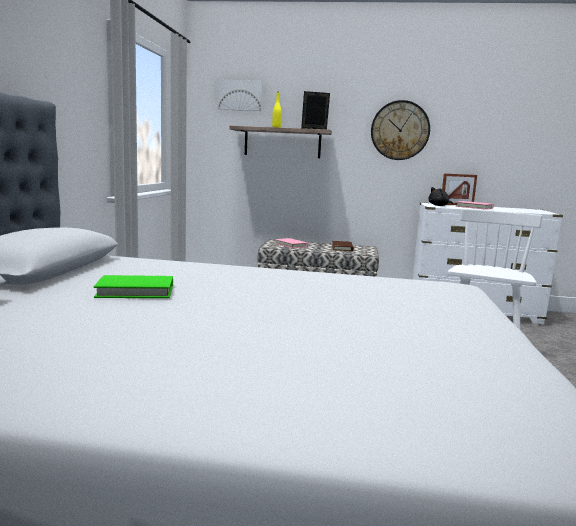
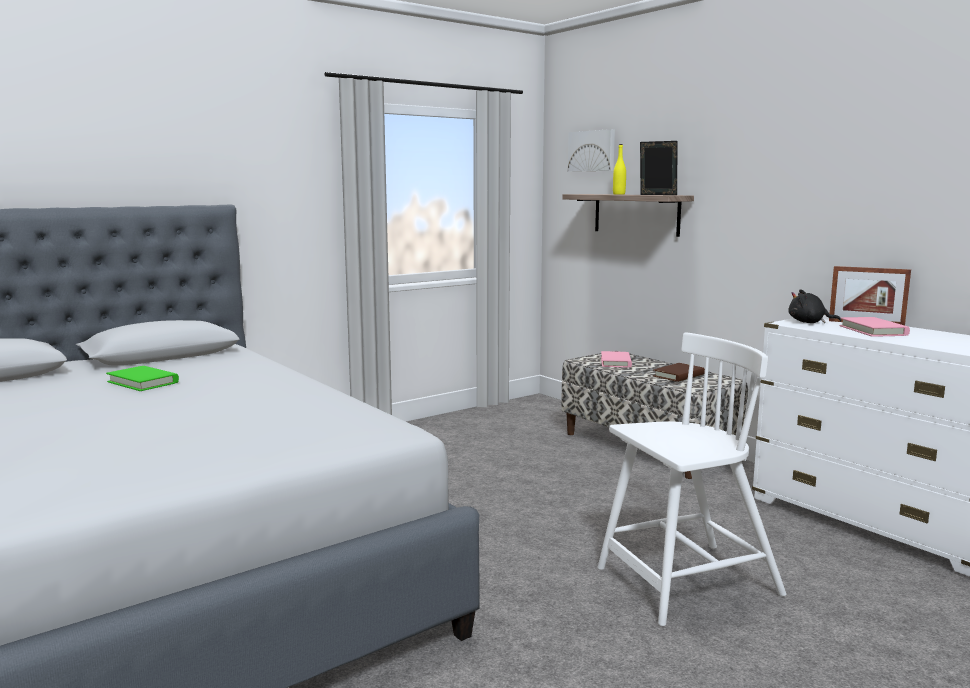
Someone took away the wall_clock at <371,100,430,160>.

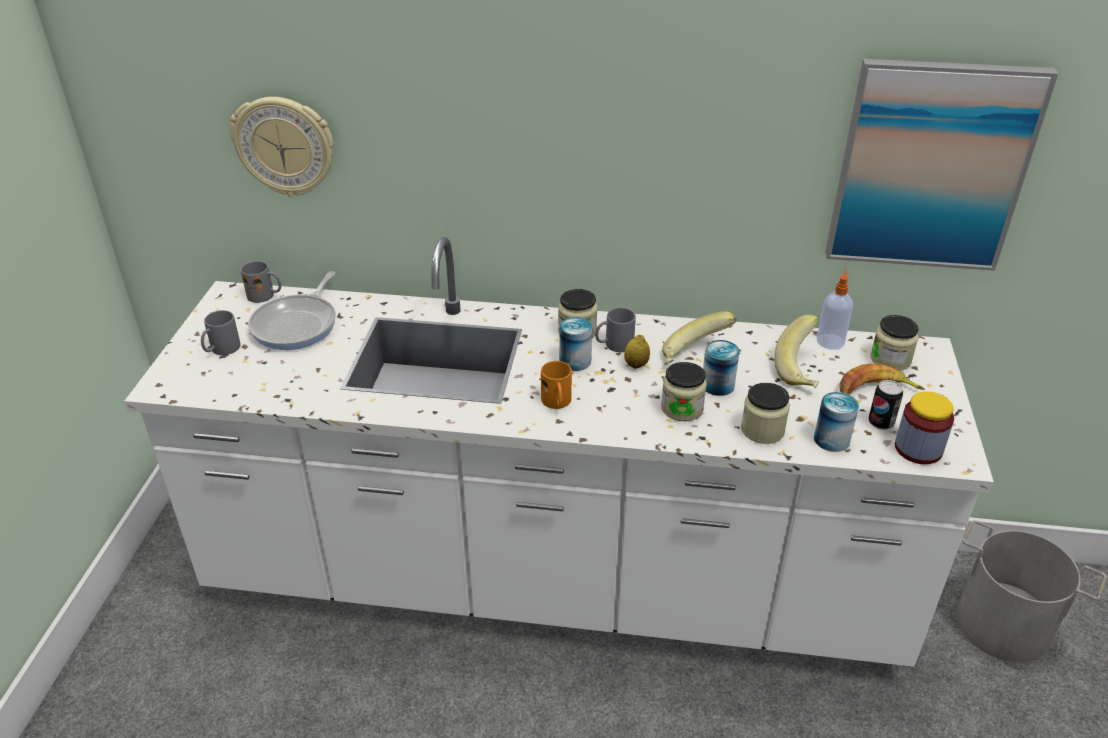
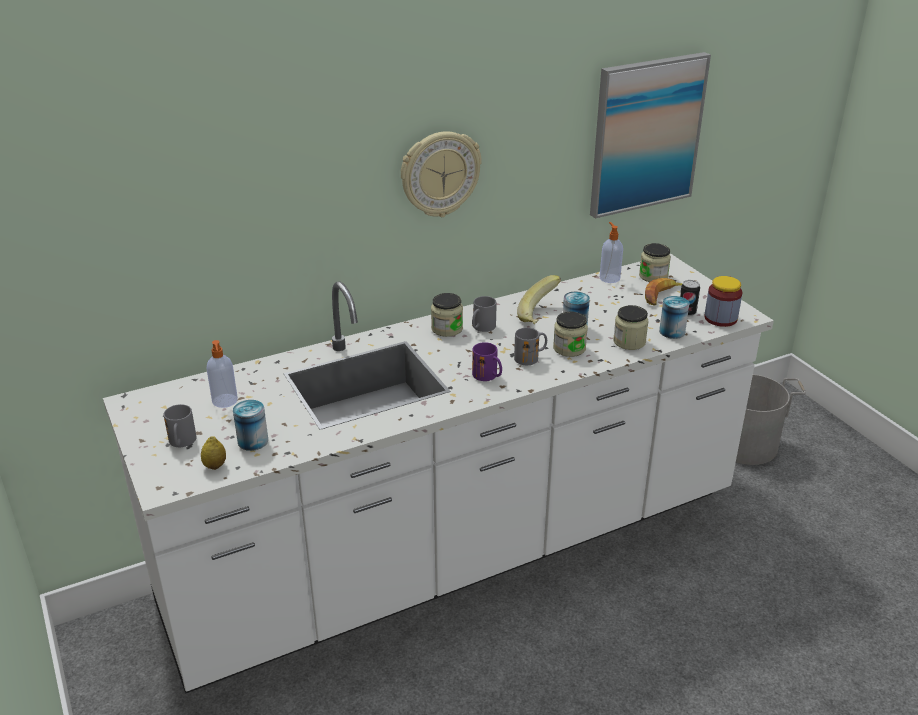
Someone carried the wall_clock from <230,97,334,197> to <401,131,482,217>.
Someone carried the grey_mug from <241,261,281,303> to <514,328,547,365>.
Someone swapped the frying_pan at <248,271,336,350> for the soap_dispenser at <207,340,238,408>.
Someone took away the banana at <775,315,819,388>.
Someone carried the can from <559,317,592,371> to <233,400,268,451>.
Someone carried the lemon from <624,335,650,369> to <201,436,226,470>.
Someone repainted the orange_mug at <541,361,572,409>, which became the purple_mug at <472,342,502,381>.

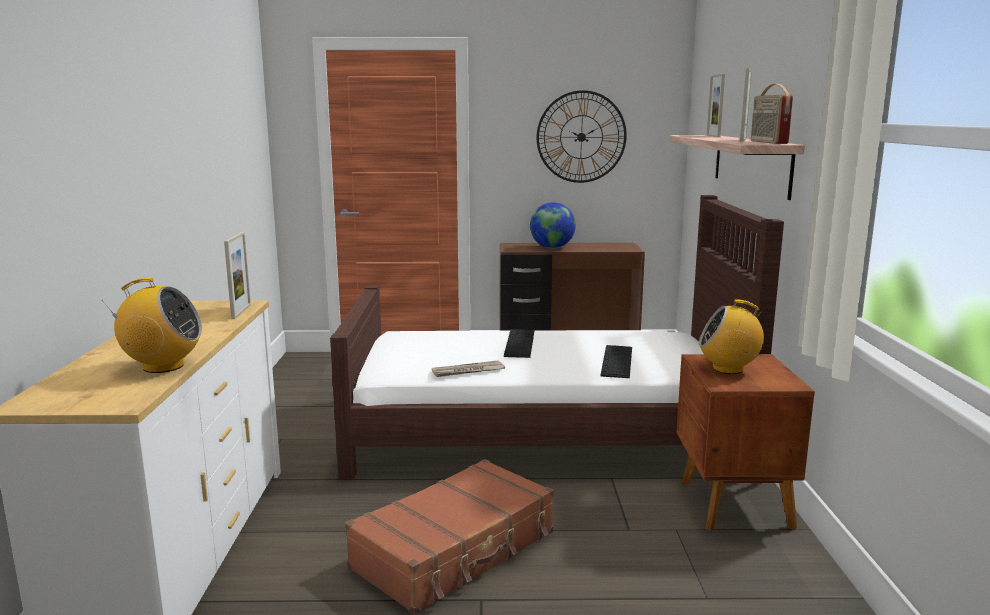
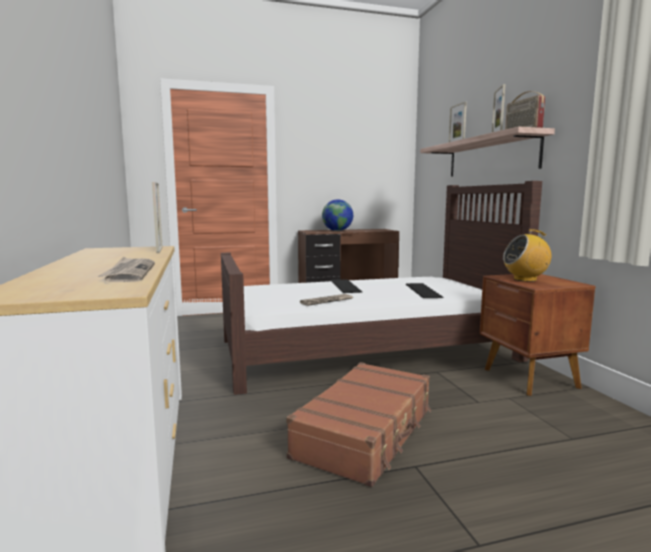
Someone took away the wall_clock at <536,90,627,183>.
Someone swapped the radio at <101,278,202,373> for the newspaper at <97,257,155,282>.

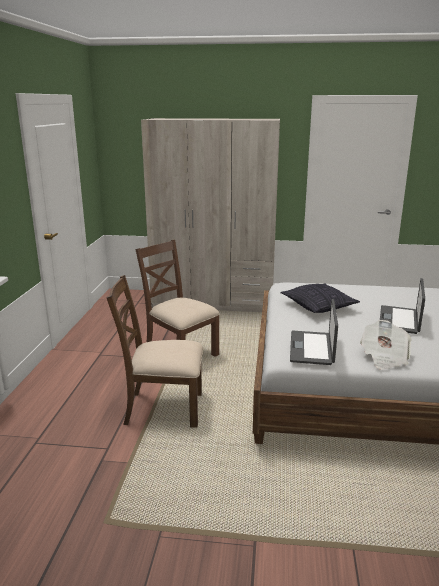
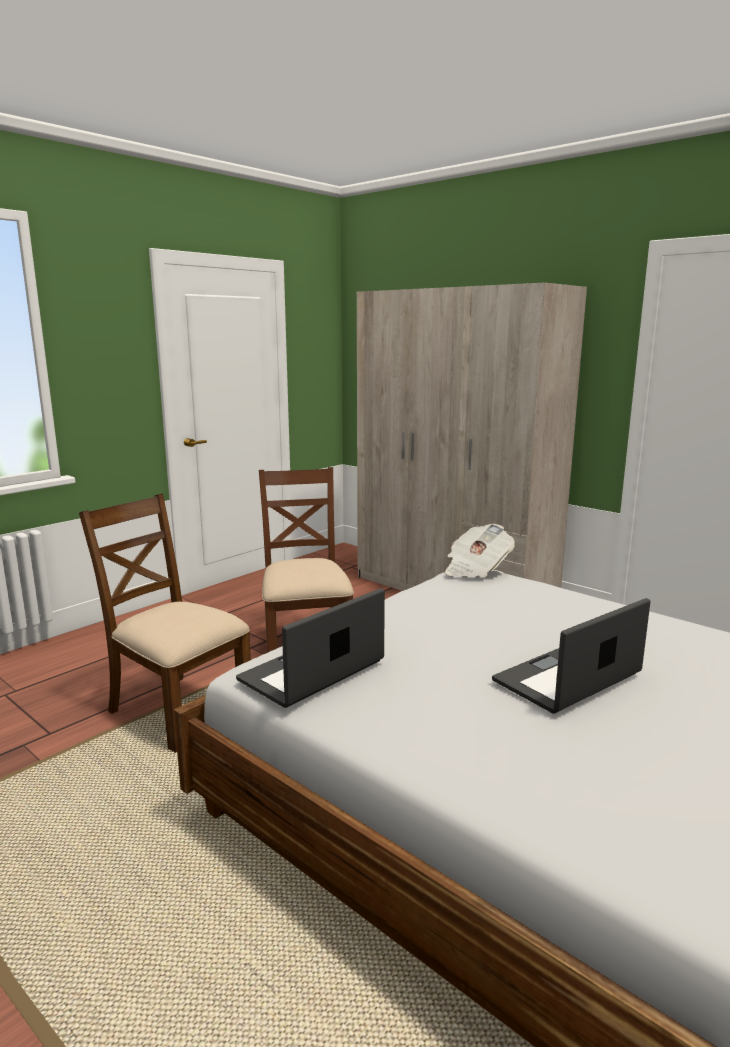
Someone took away the pillow at <281,284,360,313>.
Someone carried the newspaper from <360,320,411,370> to <445,524,515,577>.

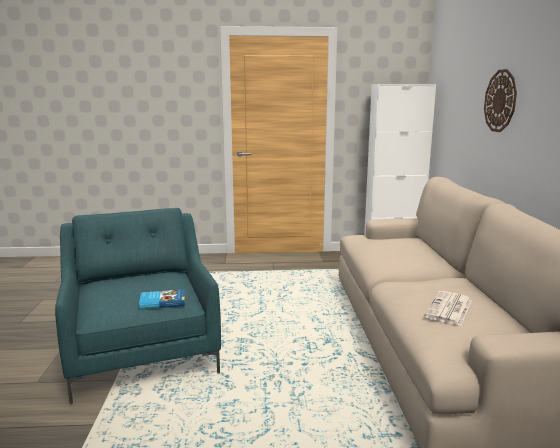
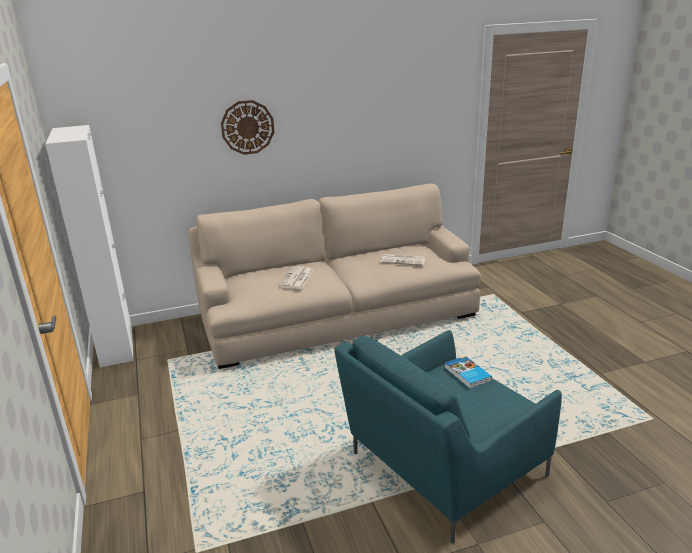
Someone put down the newspaper at <278,266,314,289>.

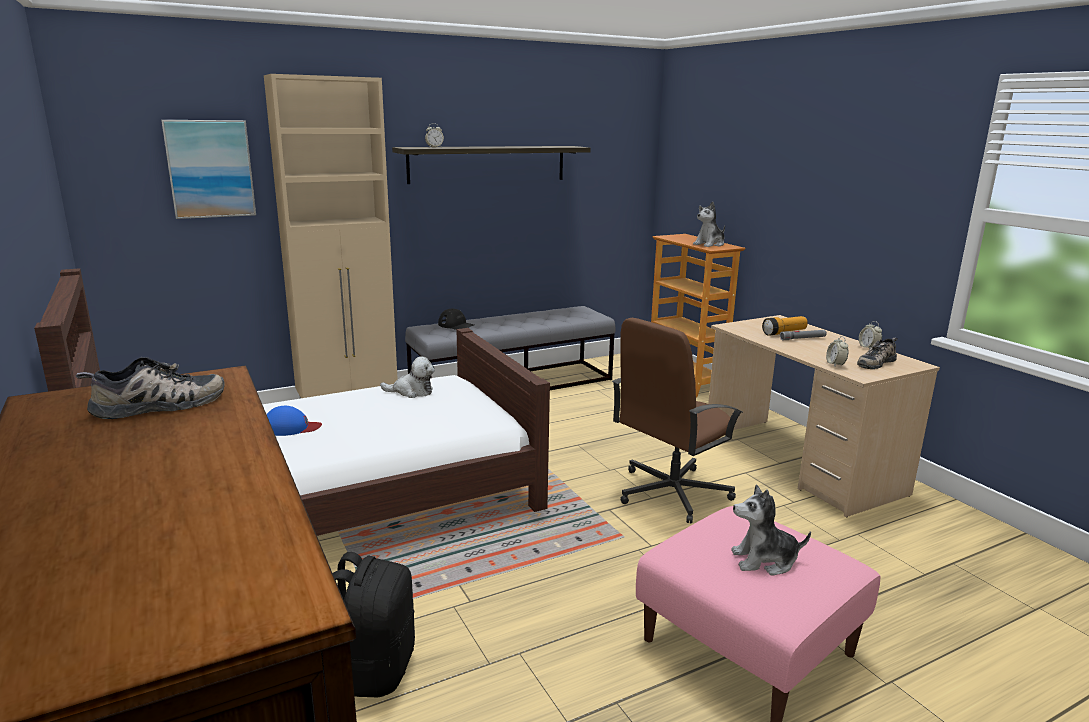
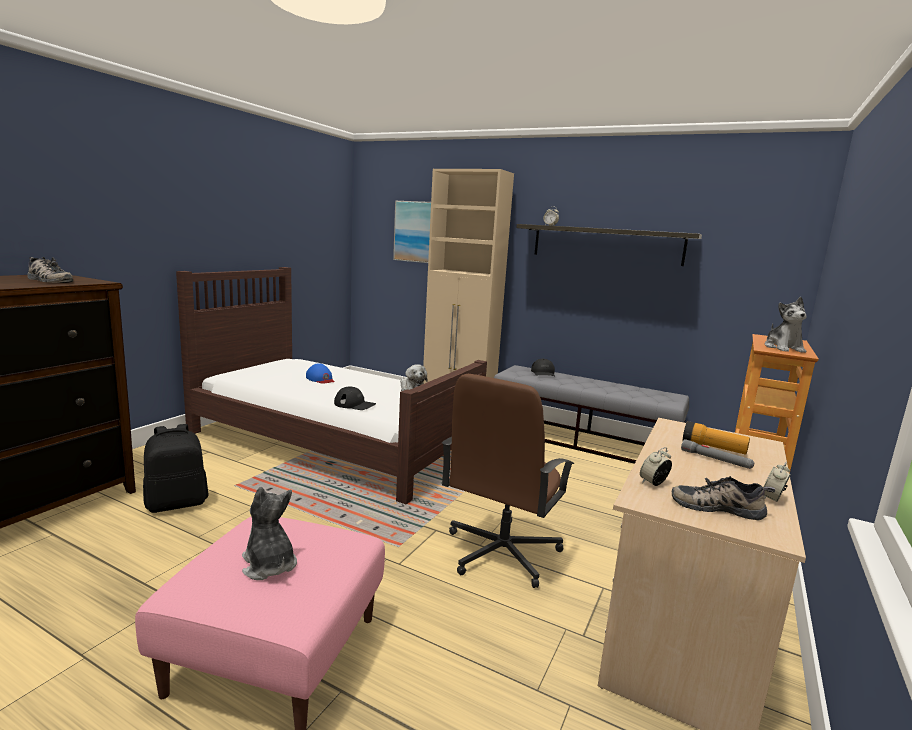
Someone rotated the plush_toy at <693,202,725,247> by 105 degrees counterclockwise.
Someone rotated the brown_office_chair at <612,318,743,523> by 75 degrees counterclockwise.
Someone put down the black_cap at <334,387,376,410>.

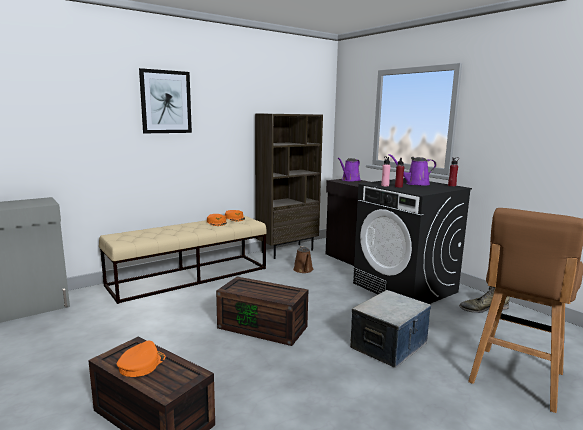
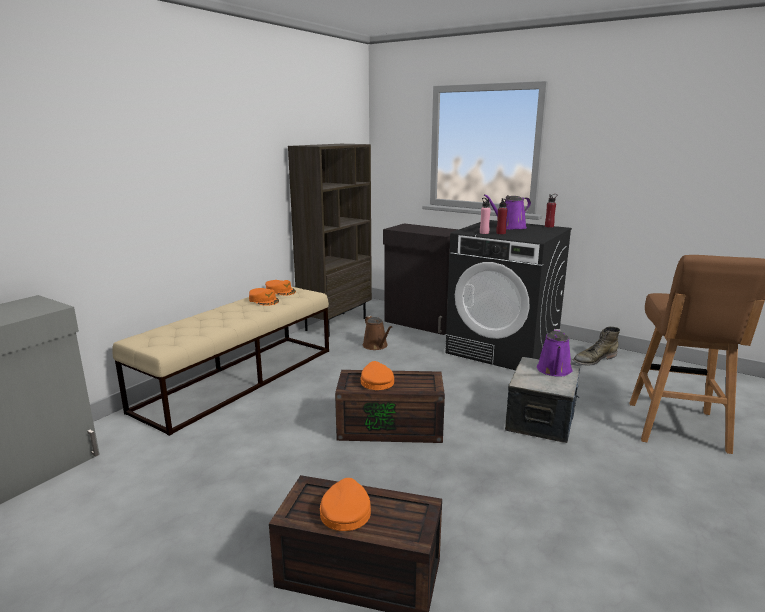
Someone took away the picture at <139,68,192,133>.
Someone carried the purple_watering_can from <338,158,360,181> to <537,329,573,377>.
Someone put down the orange_cap at <360,361,394,390>.

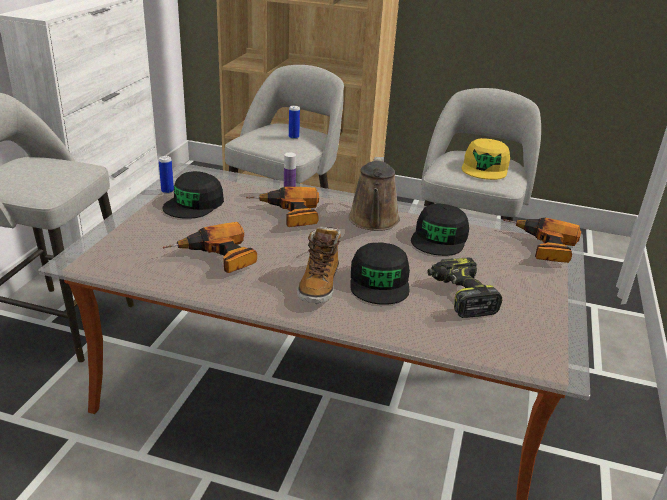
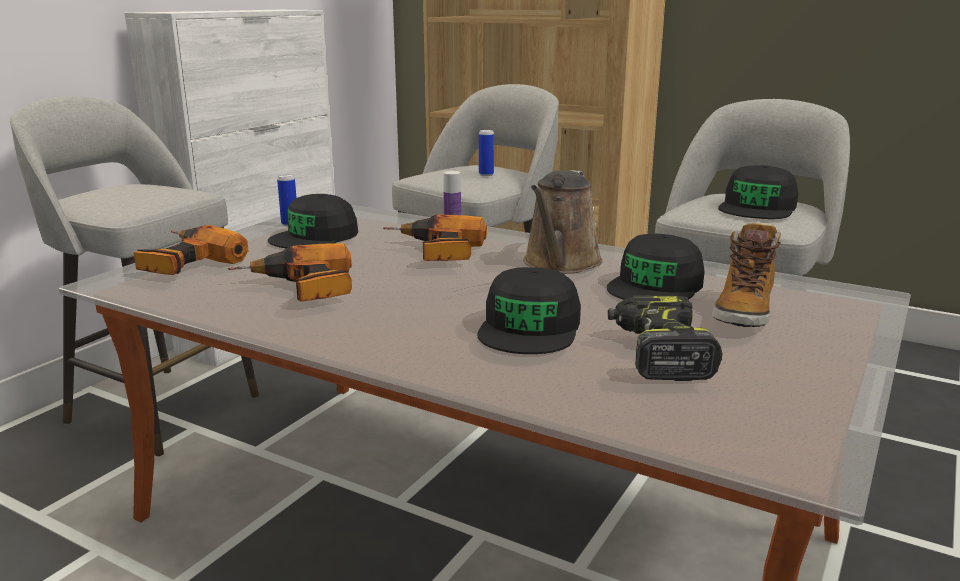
Someone repainted the yellow_cap at <462,138,510,180>, which became the black_cap at <718,165,798,219>.
Someone carried the power_drill from <503,218,581,263> to <133,225,249,275>.
Someone carried the boot from <297,227,341,304> to <712,220,781,327>.

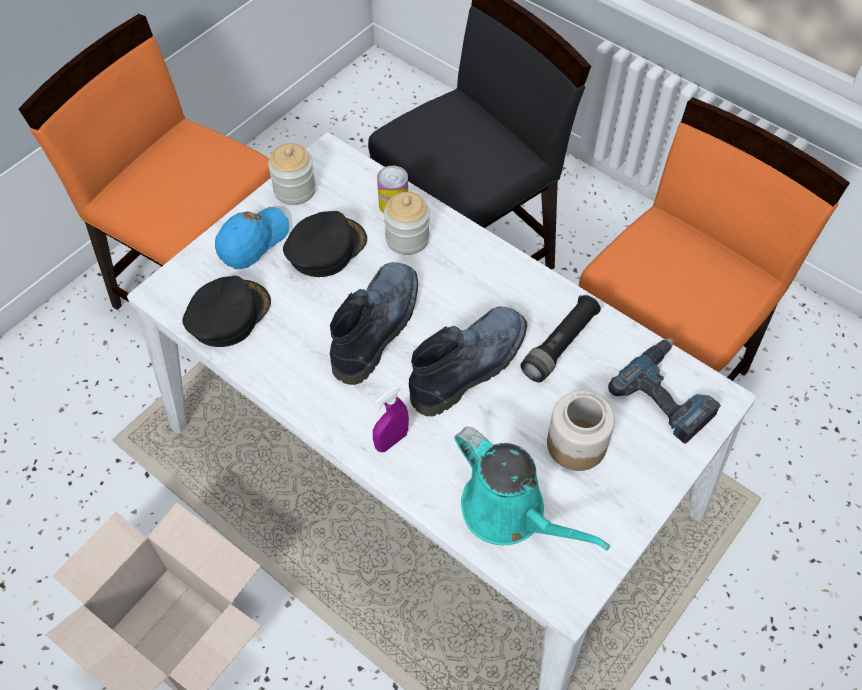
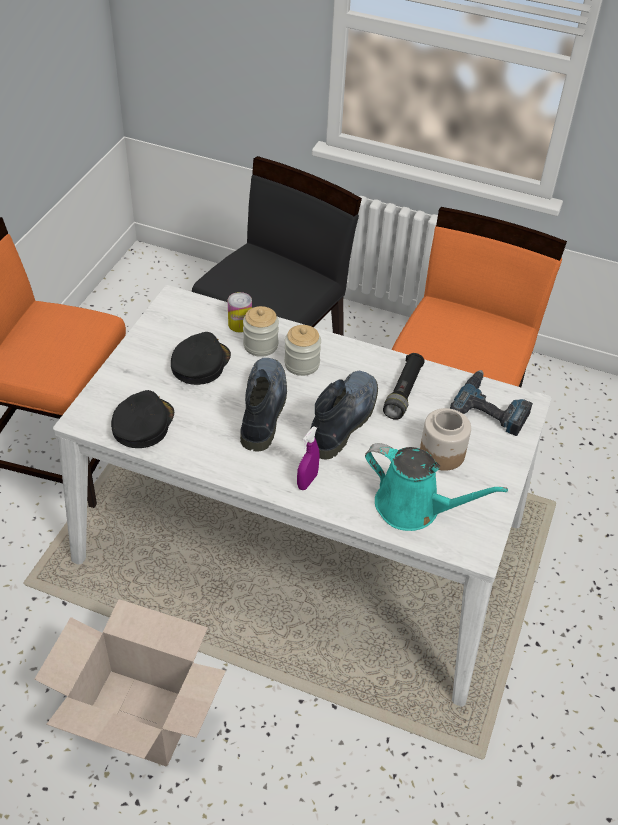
Someone carried the jar from <268,143,316,205> to <284,325,321,376>.
Someone took away the blue_cap at <215,207,289,269>.

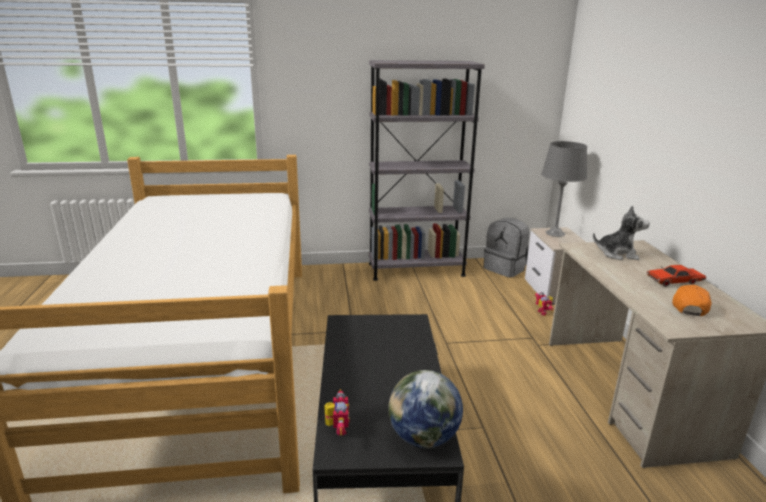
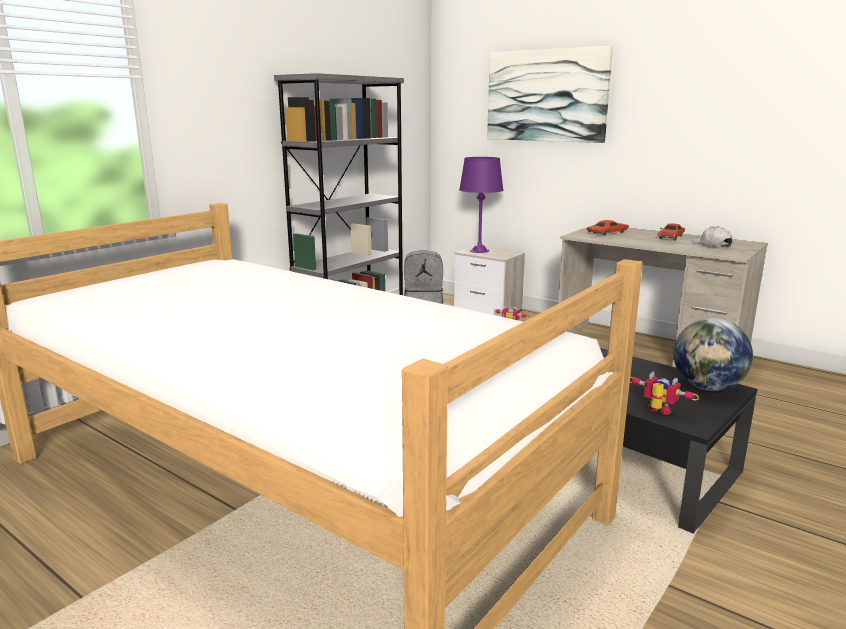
Someone repainted the grey_table_lamp at <541,141,587,237>, which became the purple_table_lamp at <459,157,503,253>.
Someone swapped the plush_toy at <593,205,650,260> for the red_toy_car at <586,220,629,235>.
Someone repainted the orange_cap at <672,285,711,316>, which became the white_cap at <691,226,732,248>.
Someone put up the picture at <487,46,613,143>.

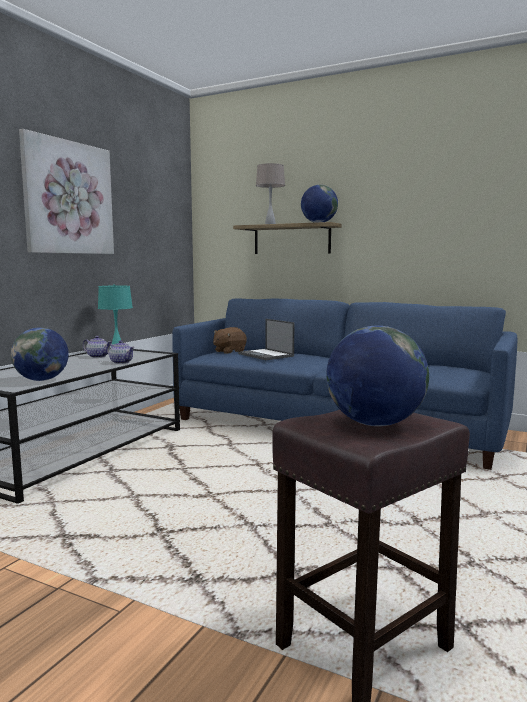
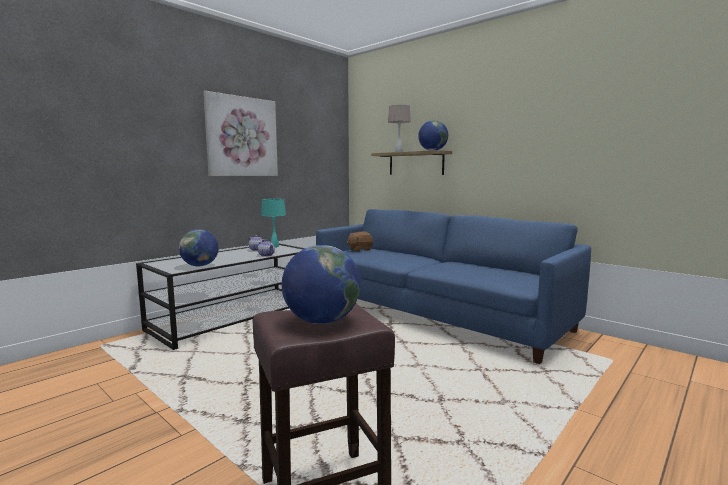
Someone took away the laptop at <238,319,294,360>.

